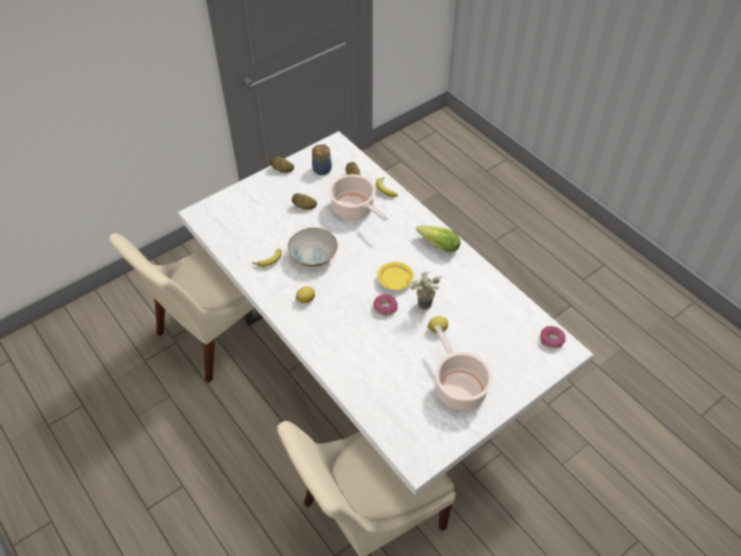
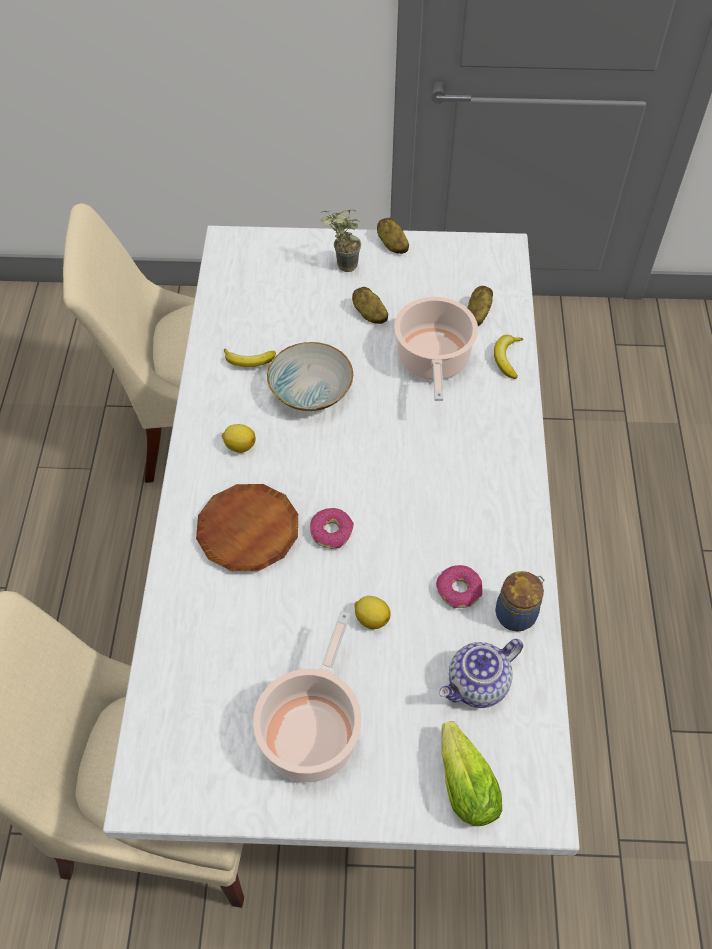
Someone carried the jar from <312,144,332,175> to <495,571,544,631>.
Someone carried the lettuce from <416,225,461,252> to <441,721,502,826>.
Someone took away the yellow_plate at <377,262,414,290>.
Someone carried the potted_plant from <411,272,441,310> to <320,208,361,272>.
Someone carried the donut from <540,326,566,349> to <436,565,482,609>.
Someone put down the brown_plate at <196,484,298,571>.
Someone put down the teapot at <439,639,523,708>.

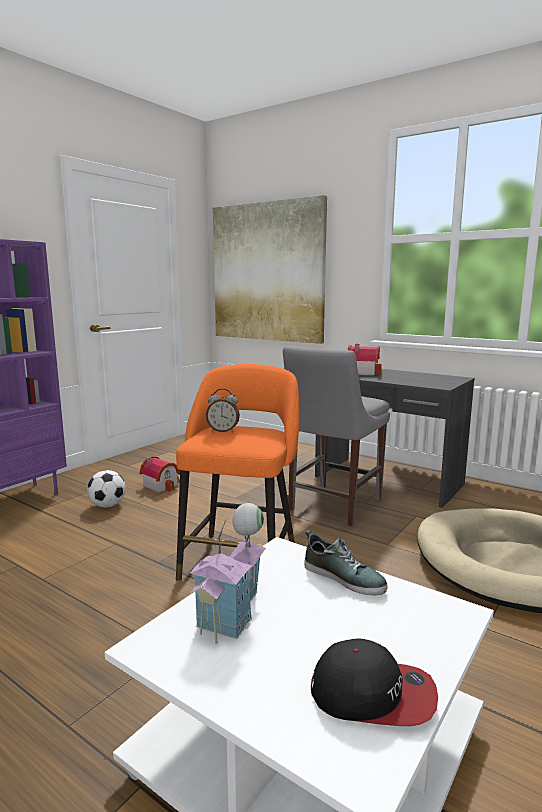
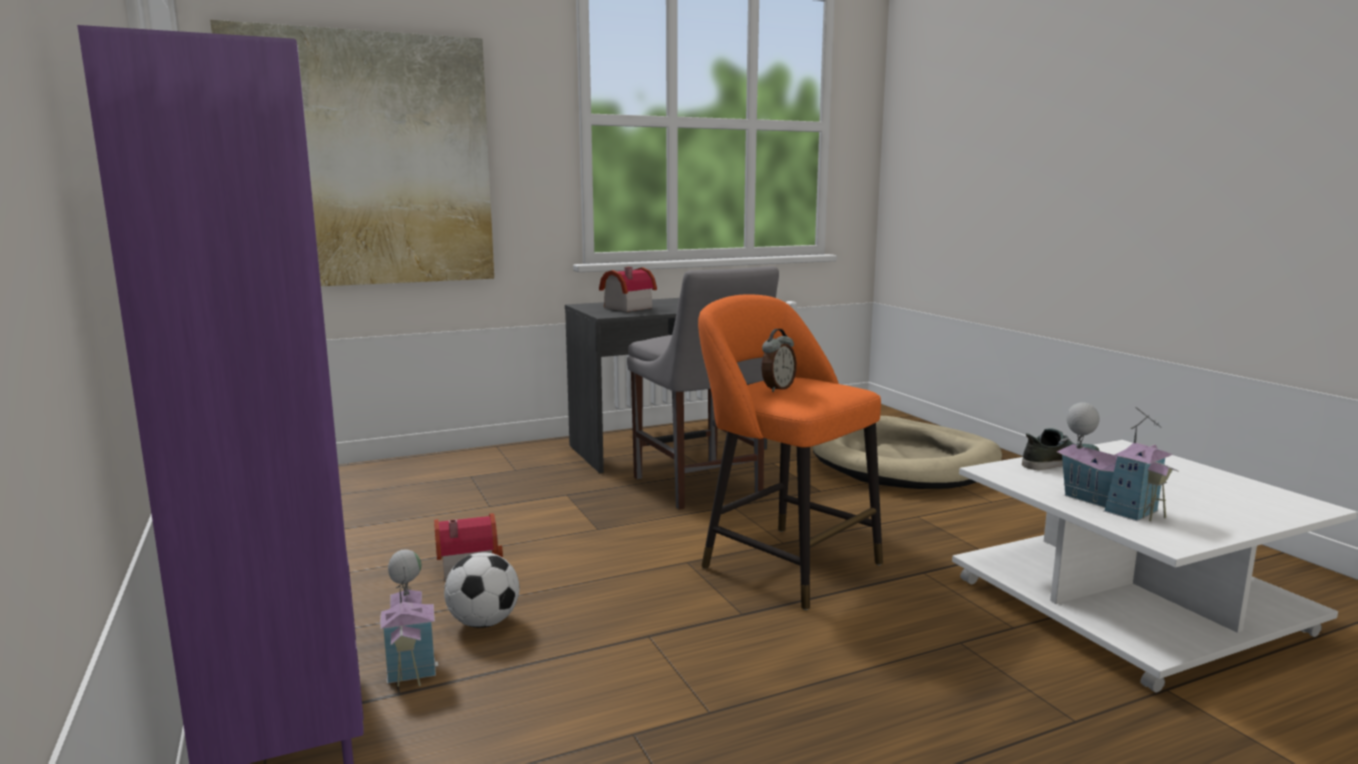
Someone took away the cap at <311,638,438,726>.
Someone put down the toy_house at <380,549,438,686>.

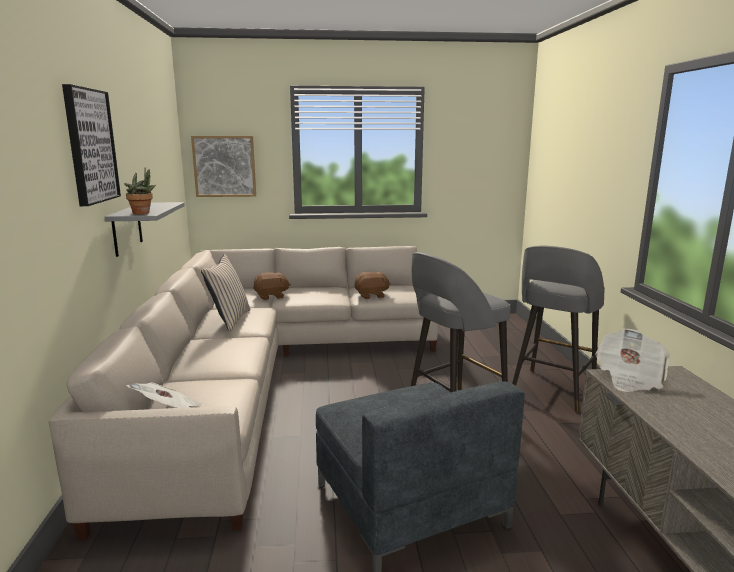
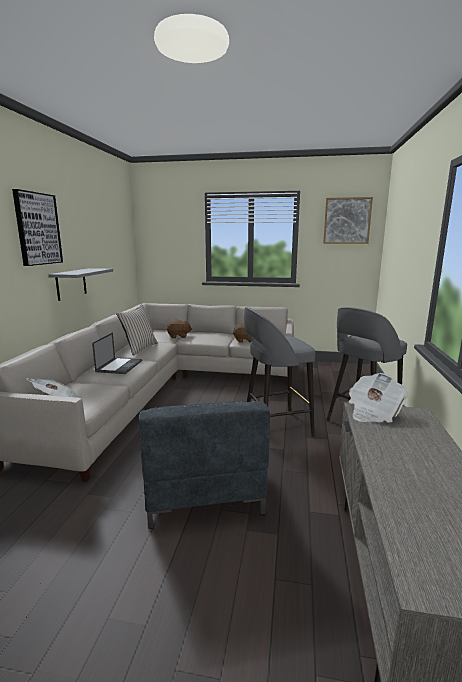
Someone carried the picture from <191,136,256,197> to <323,197,373,244>.
Someone took away the potted_plant at <124,168,156,215>.
Someone put down the laptop at <92,333,142,374>.

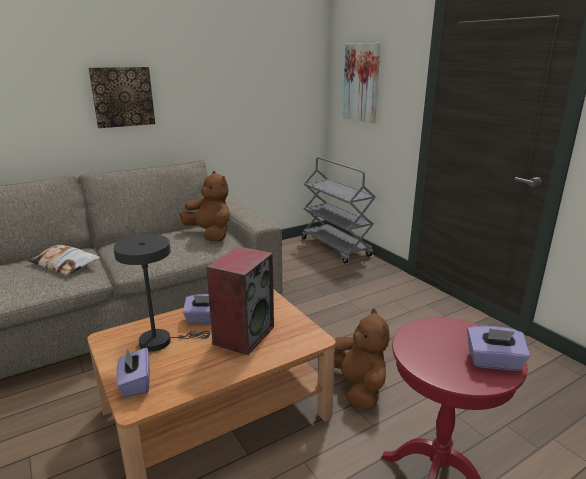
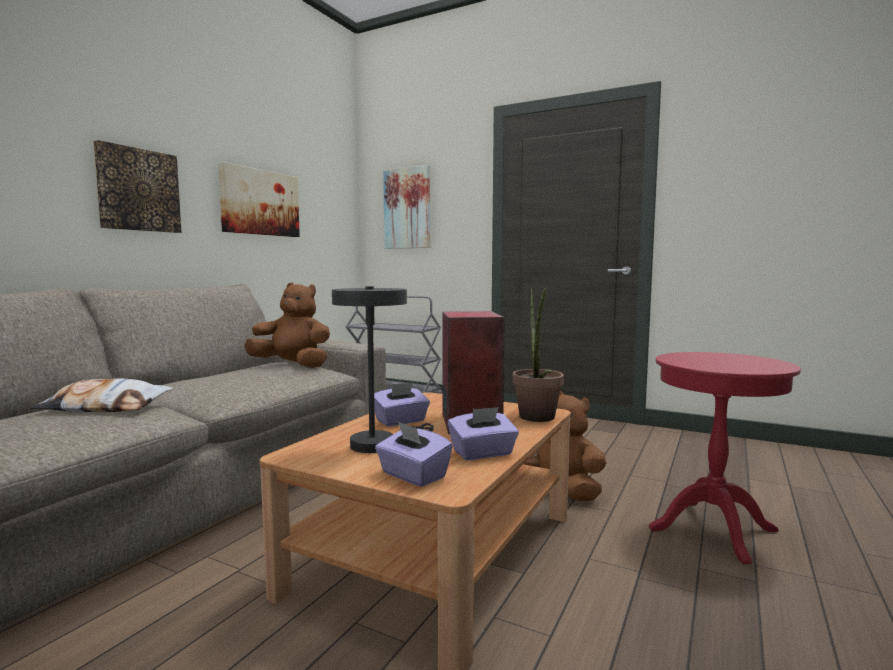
Someone carried the purple_tissue_box from <467,326,530,371> to <448,407,519,460>.
Someone put up the picture at <218,162,300,237>.
Someone put down the potted_plant at <512,288,564,422>.

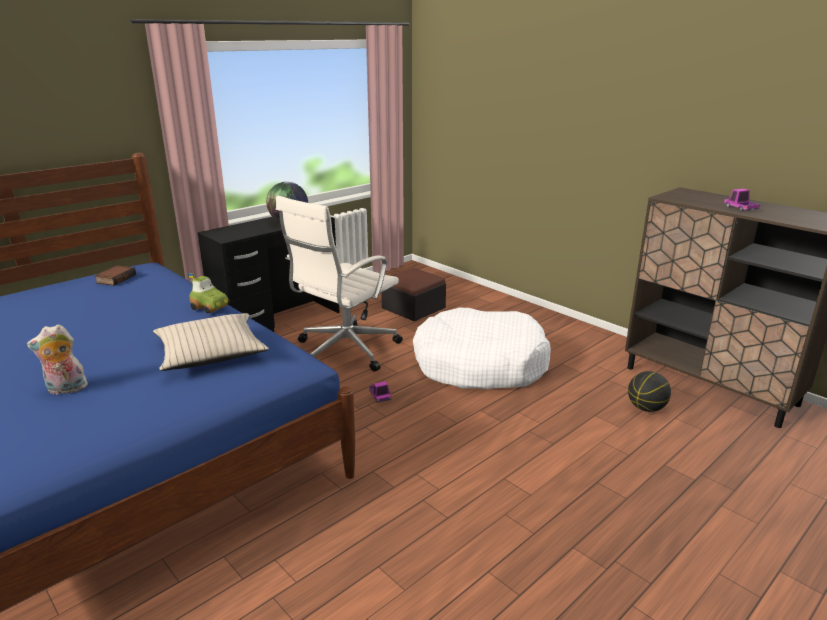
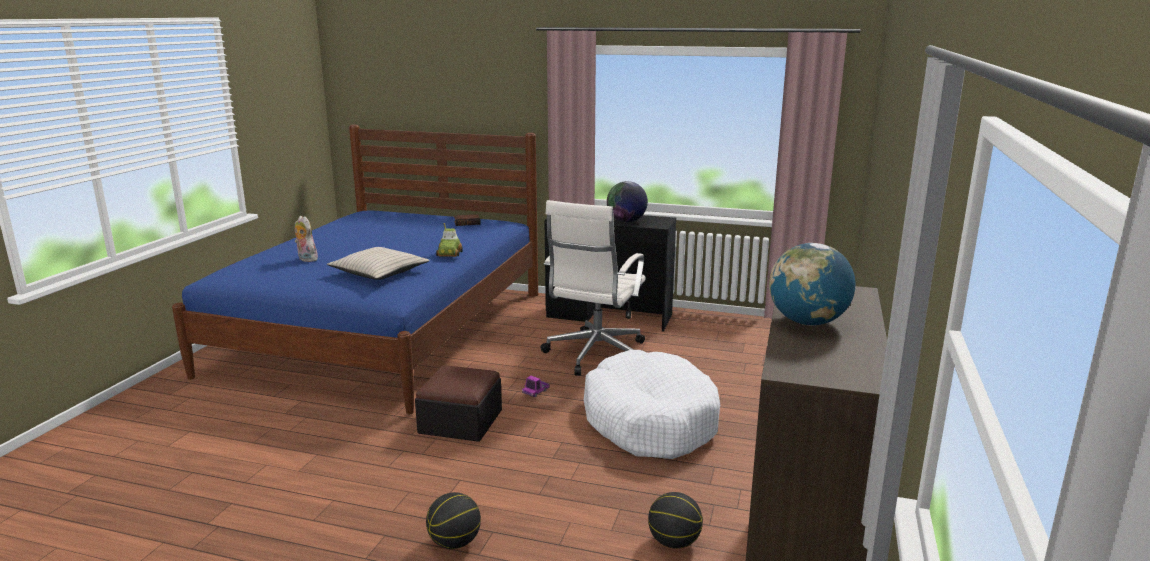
Someone swapped the toy_truck at <724,188,760,211> for the globe at <769,243,855,326>.
Someone rotated the white_office_chair at <276,196,403,371> by 75 degrees counterclockwise.
Someone carried the ottoman from <381,268,446,321> to <415,365,502,442>.
Someone put down the basketball at <426,492,481,549>.

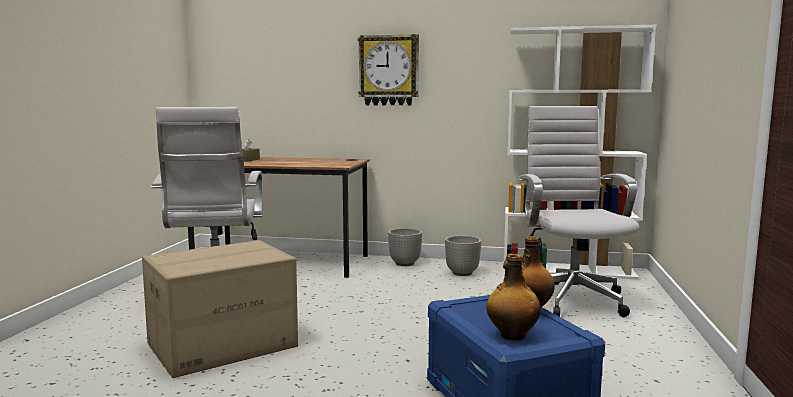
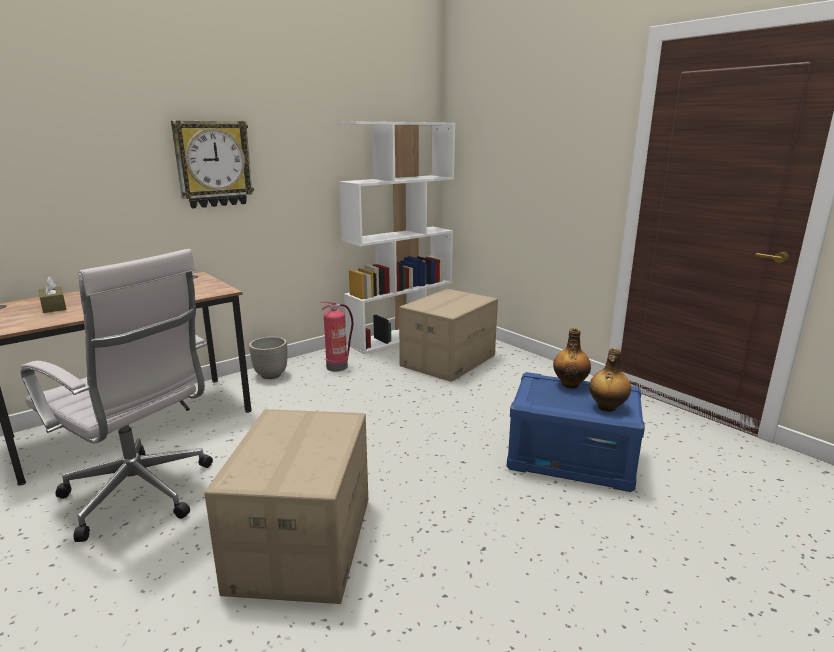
Someone swapped the white_office_chair at <519,106,640,317> for the cardboard_box at <399,289,498,382>.
Someone swapped the planter at <445,236,481,276> for the fire_extinguisher at <320,302,353,372>.

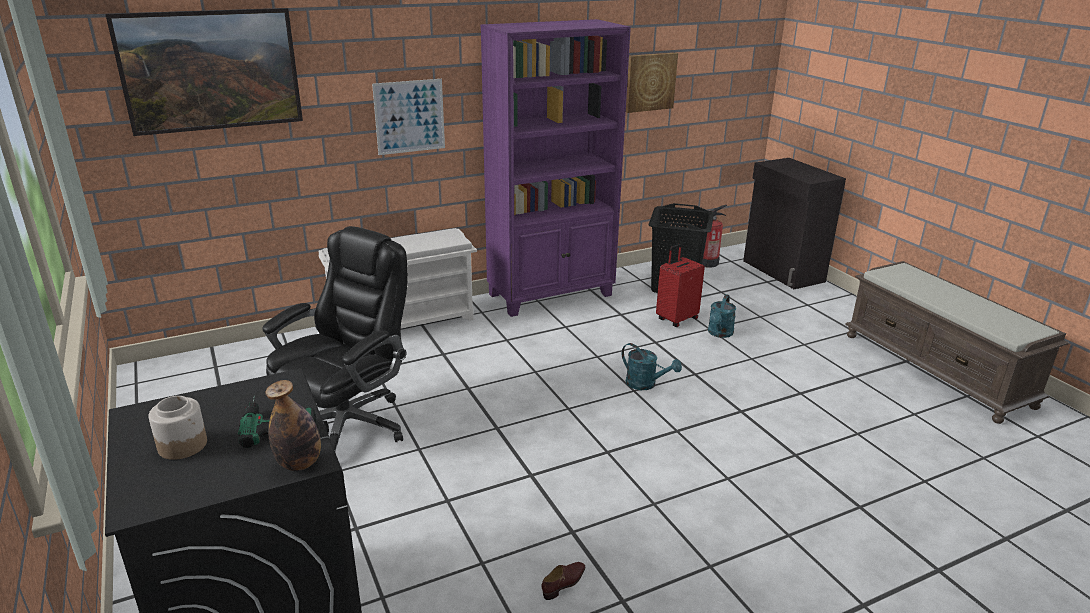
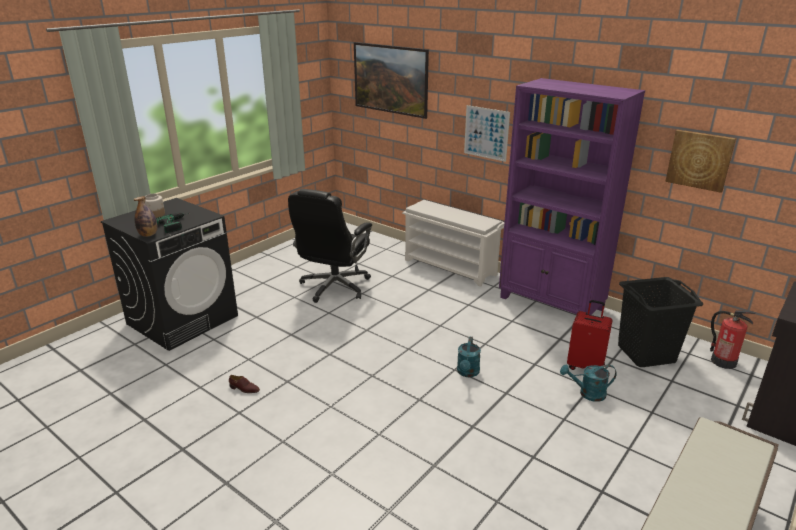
Someone rotated the black_office_chair at <263,226,408,451> by 105 degrees clockwise.

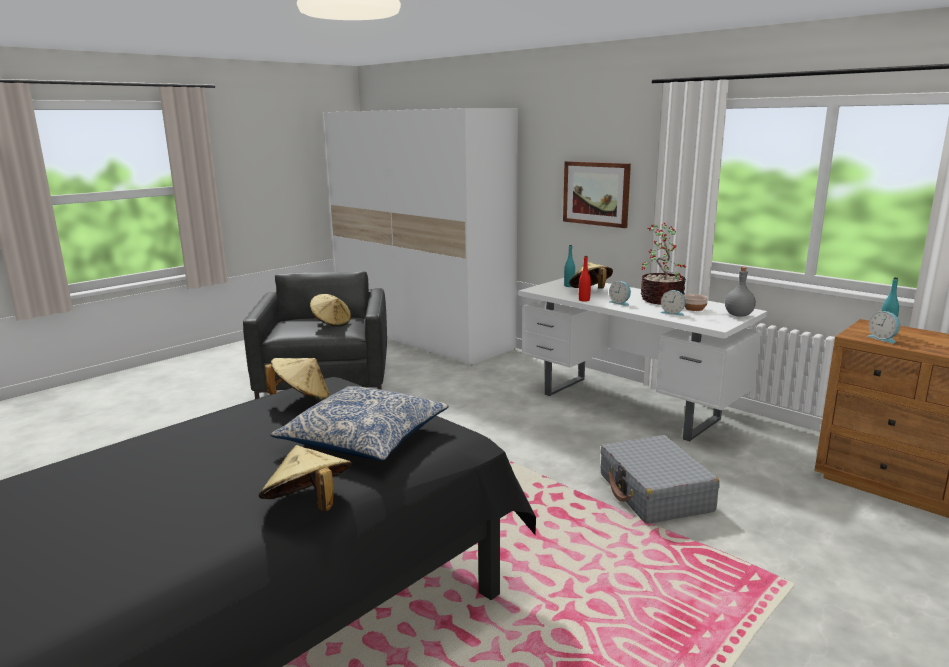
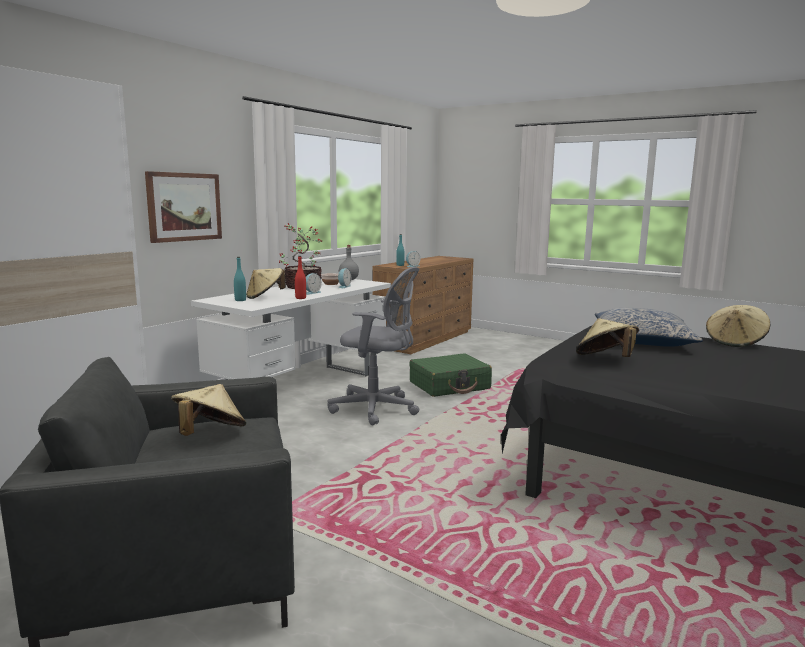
Someone repainted the grey_suitcase at <600,435,719,524>, which became the green_suitcase at <409,354,492,397>.
Someone put down the grey_office_chair at <327,267,419,425>.

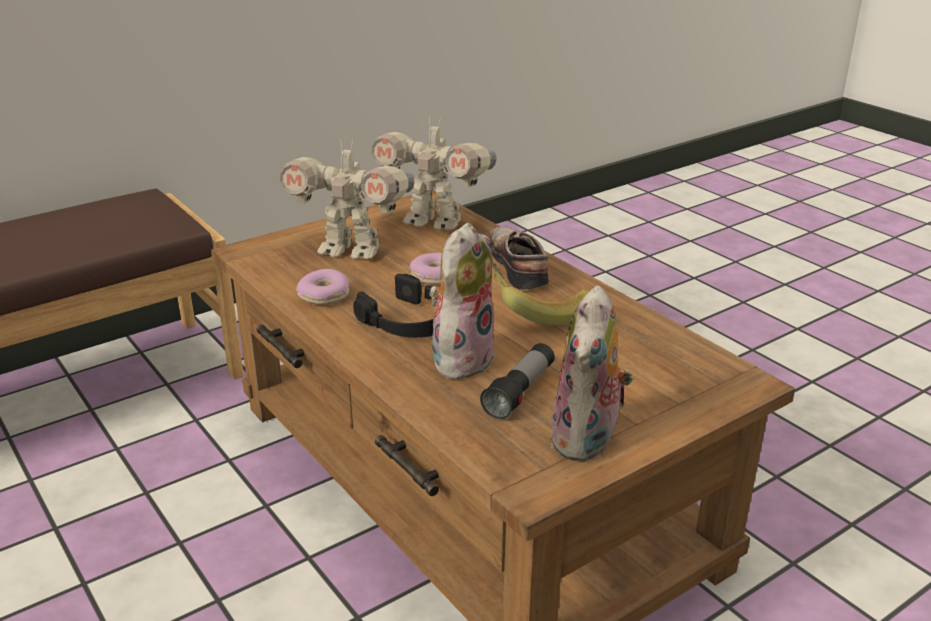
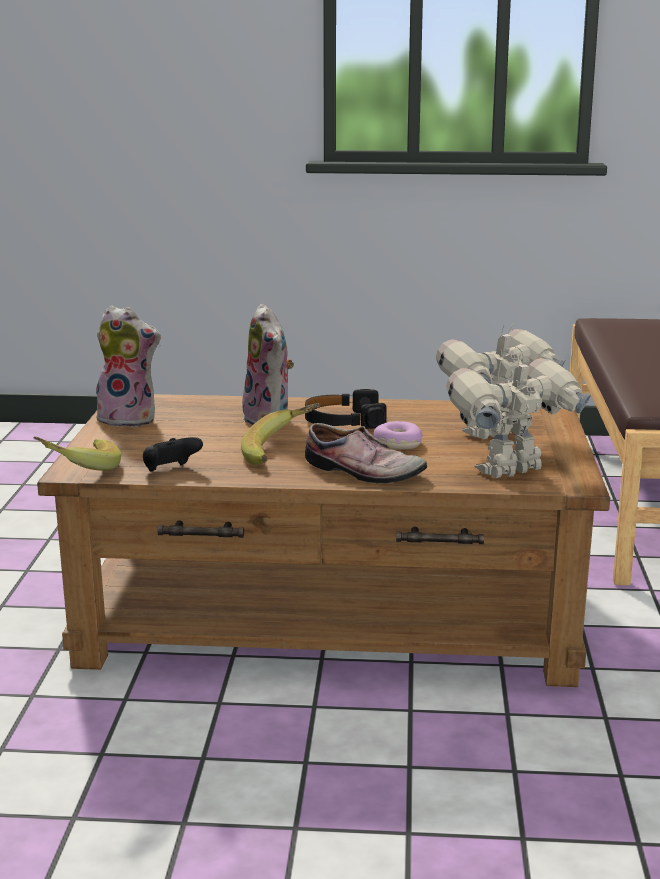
Someone took away the donut at <296,269,349,305>.
Someone rotated the plush_toy at <551,285,633,462> by 135 degrees clockwise.
Someone took away the flashlight at <480,343,555,420>.
Someone put down the banana at <33,437,121,471>.
Someone put down the black_game_controller at <143,437,203,472>.

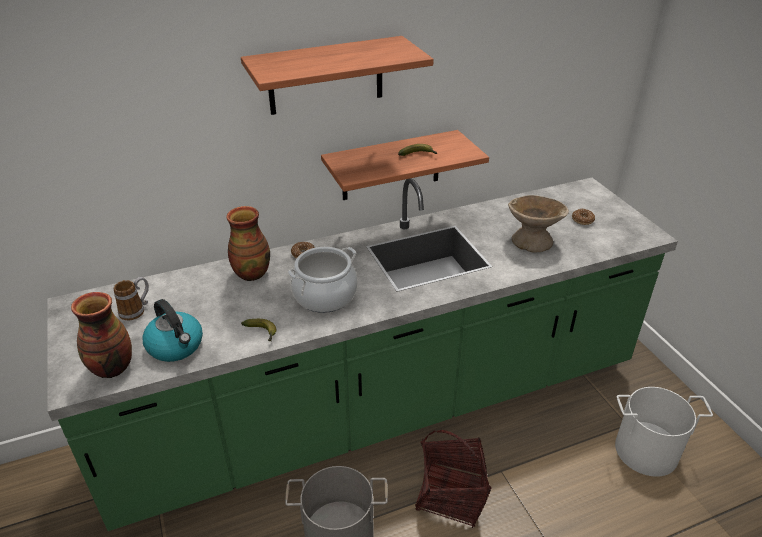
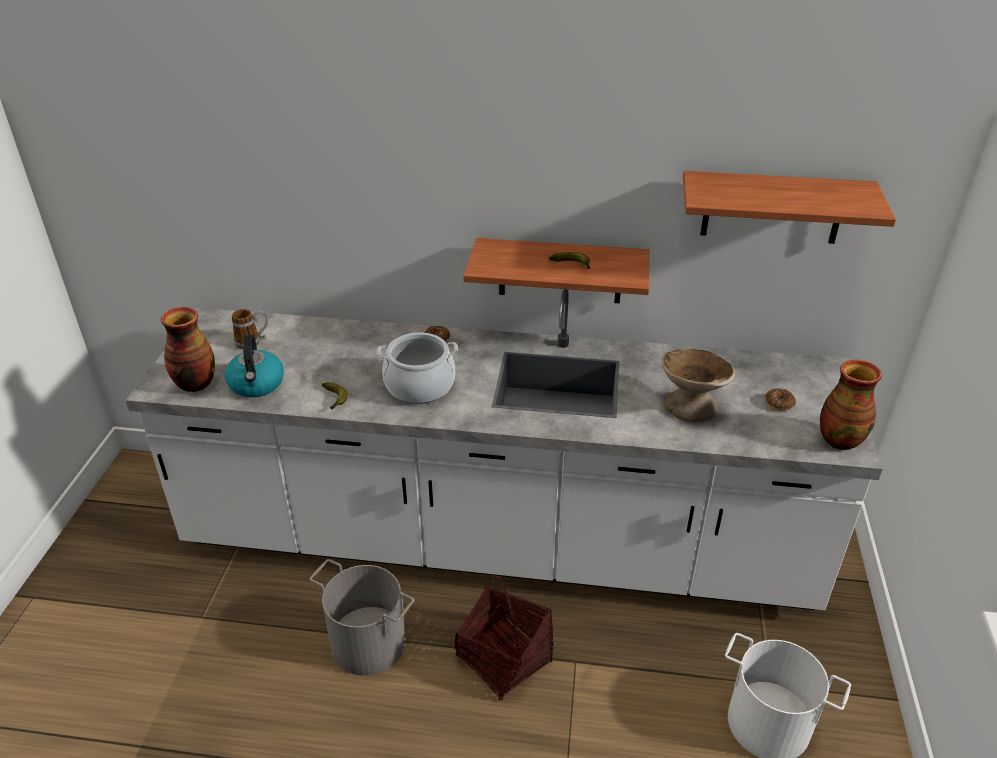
Someone carried the shelf from <241,36,434,115> to <683,171,896,244>.
Someone repainted the green_counter at <48,178,678,531>, which became the white_counter at <126,289,883,610>.
Someone carried the vase from <226,206,270,281> to <820,360,882,450>.

